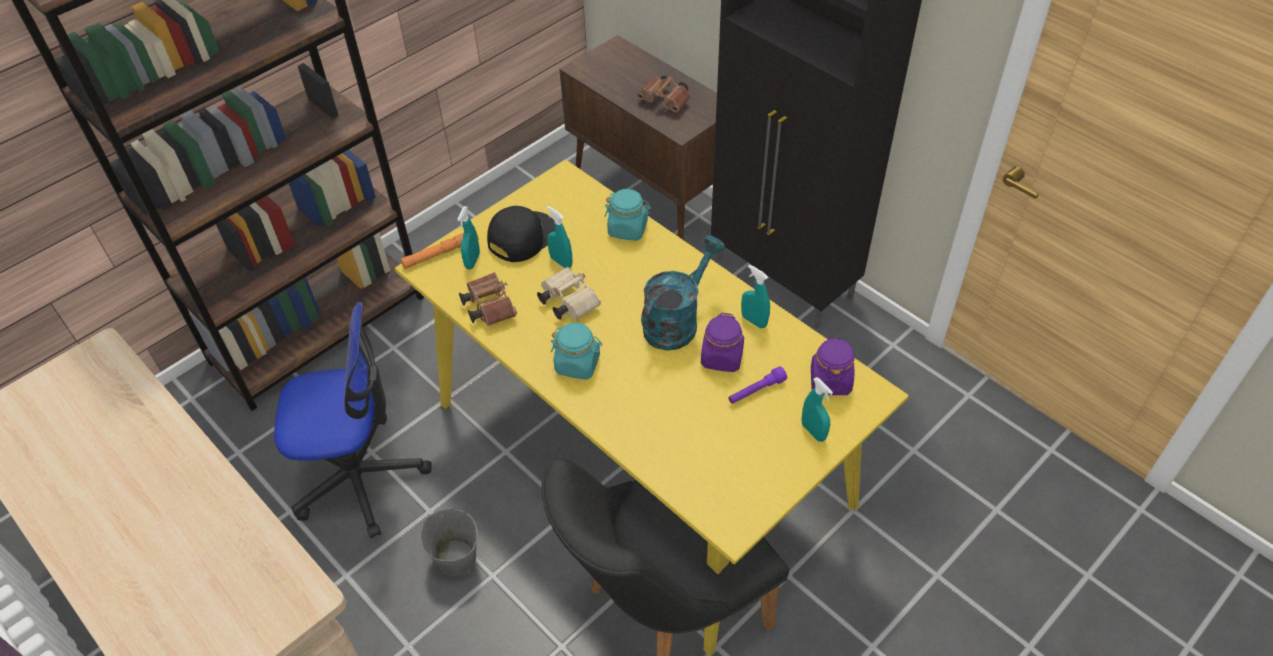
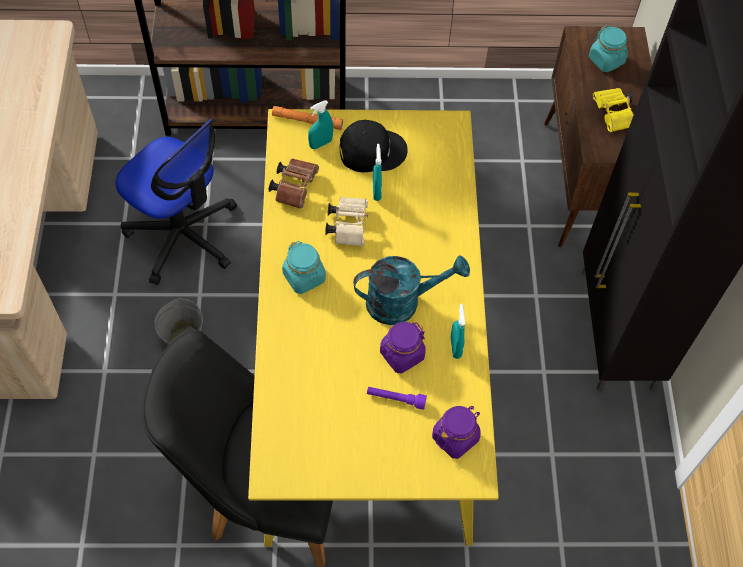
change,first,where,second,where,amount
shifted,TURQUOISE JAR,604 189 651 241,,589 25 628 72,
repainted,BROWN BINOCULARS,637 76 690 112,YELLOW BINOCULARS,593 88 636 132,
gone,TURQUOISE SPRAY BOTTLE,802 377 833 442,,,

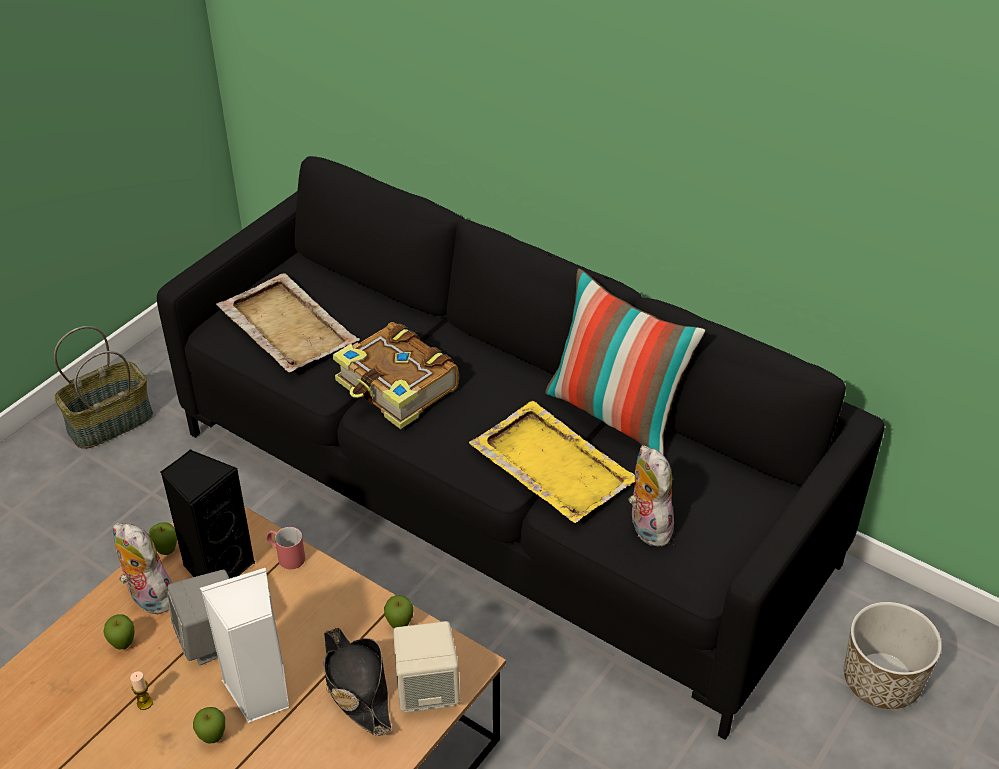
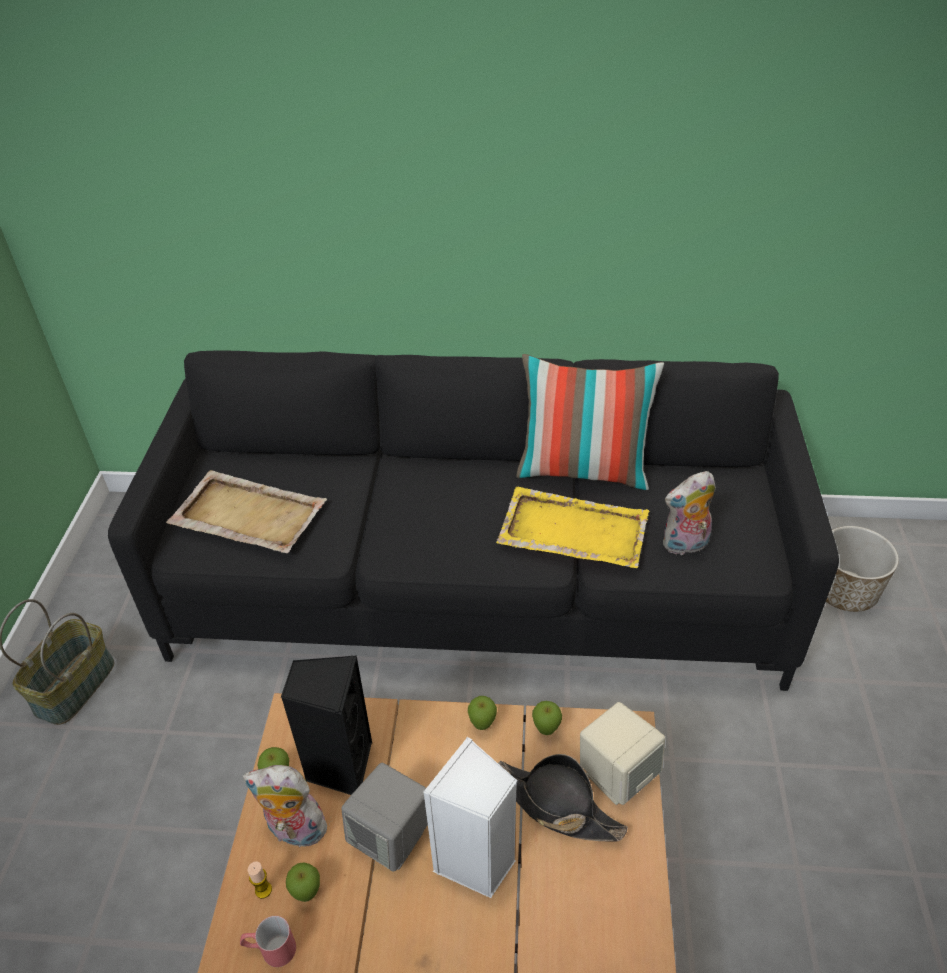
change,first,where,second,where,amount
shifted,CANDLE,130 671 153 710,,248 861 272 899,
shifted,APPLE,193 707 225 744,,468 696 497 730,
shifted,RED MUG,266 527 305 570,,240 916 296 967,
gone,BOOK,333 322 459 429,,,
rotated,PLUSH TOY,629 445 674 546,,663 471 716 555,60 degrees counterclockwise

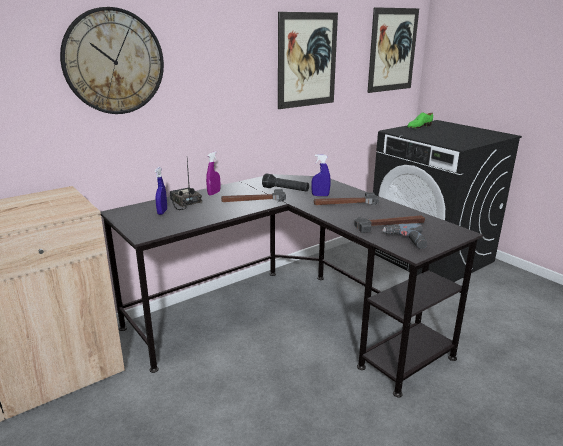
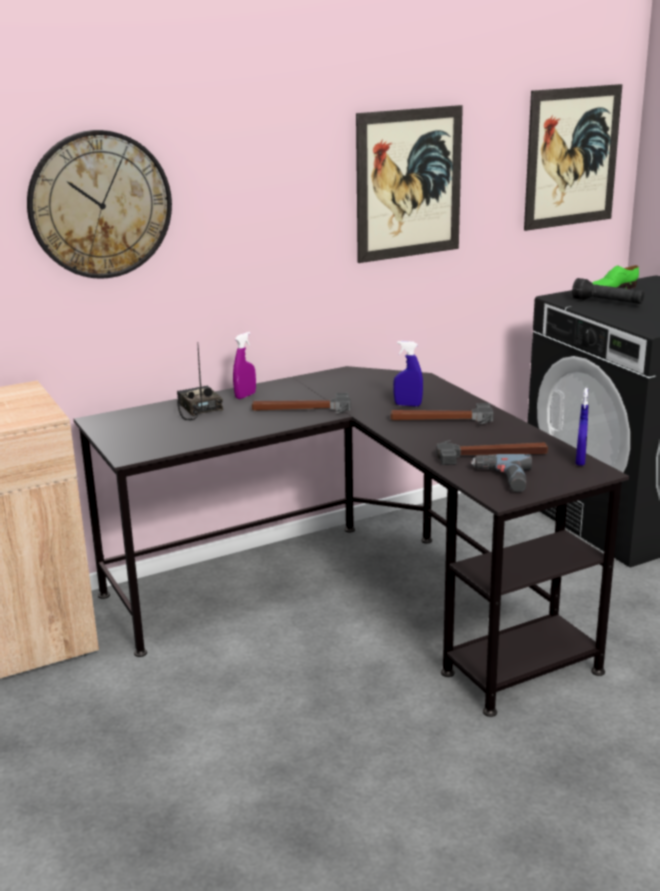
change,first,where,second,where,amount
shifted,BLUE SPRAY BOTTLE,155 167 167 215,,575 388 589 466,
shifted,BLACK FLASHLIGHT,262 174 309 192,,572 278 645 304,

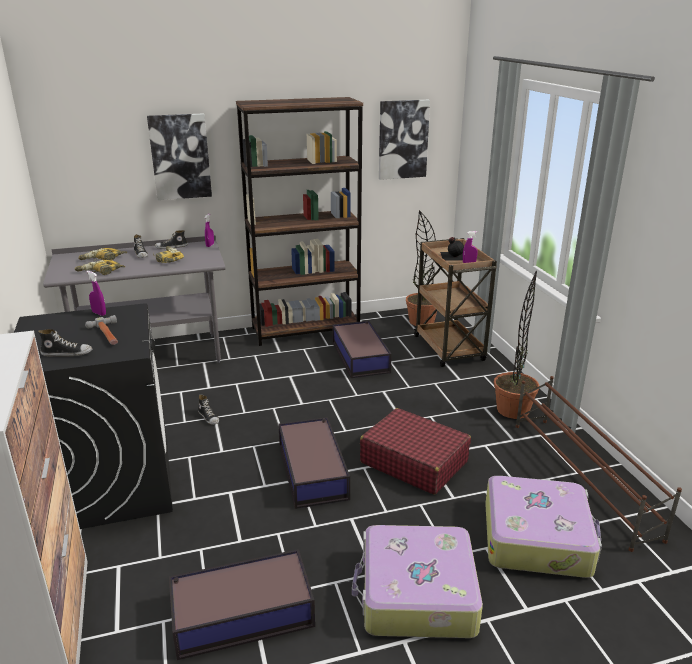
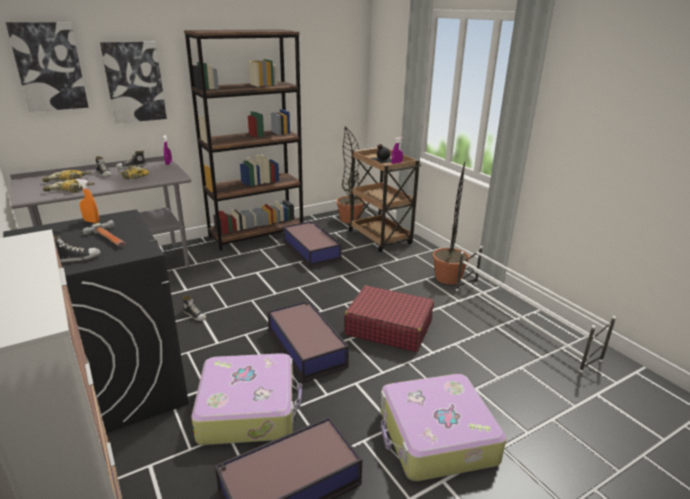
change,first,where,second,where,amount
repainted,PURPLE SPRAY BOTTLE,87 271 106 316,ORANGE SPRAY BOTTLE,76 179 99 223,
shifted,PICTURE,379 100 430 180,,6 22 89 112,
shifted,SUITCASE,485 476 602 578,,191 353 302 445,
repainted,BROWN SHOE RACK,516 376 682 552,WHITE SHOE RACK,456 246 616 373,

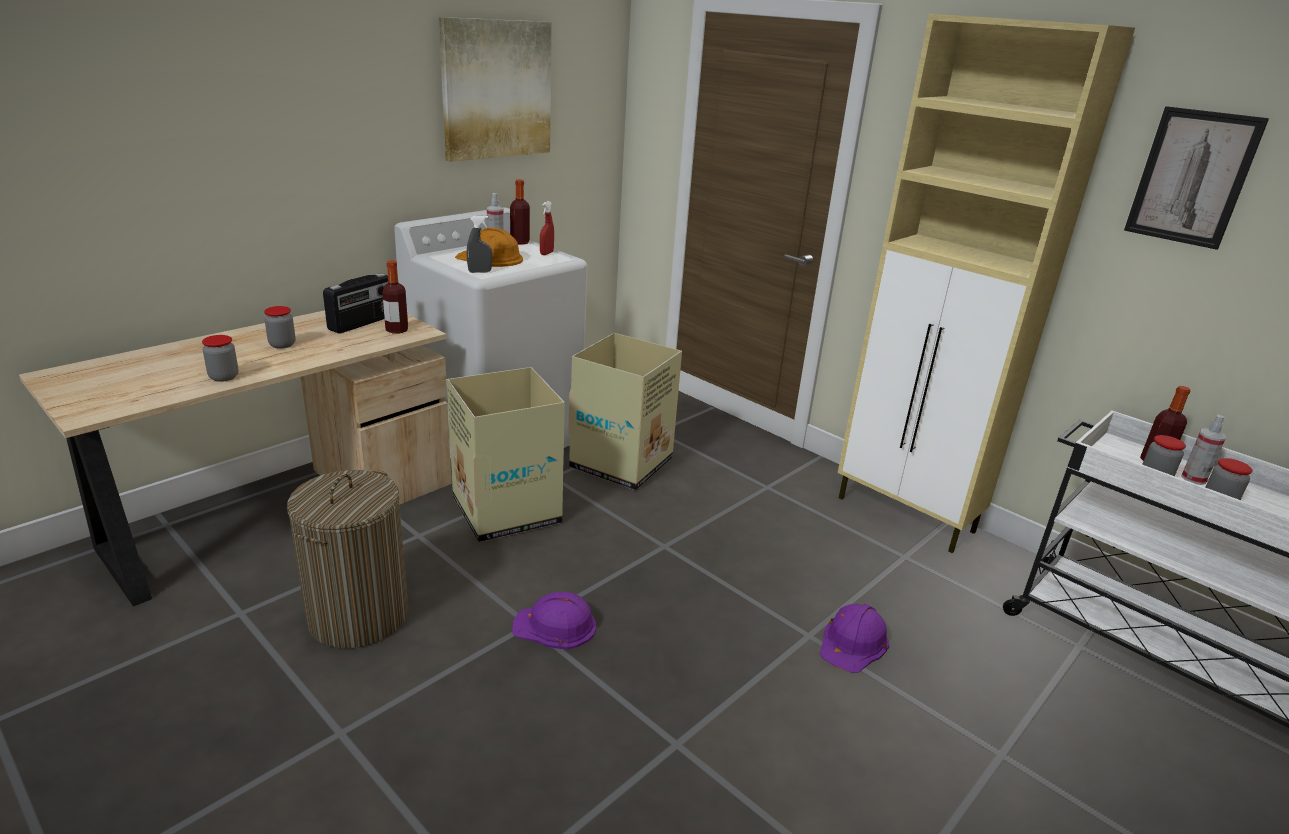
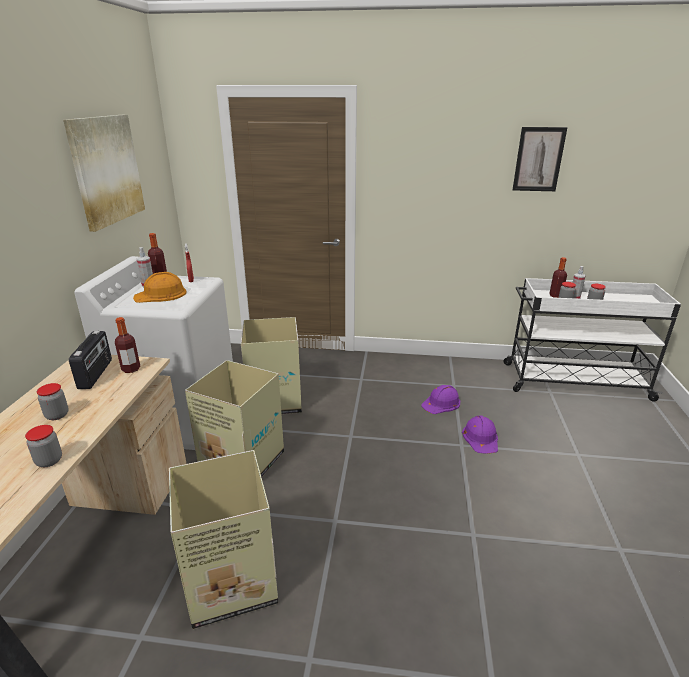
change,first,where,second,where,amount
swapped,LAUNDRY BASKET,287 470 408 648,CARDBOARD BOX,169 450 278 629,
gone,GREY SPRAY BOTTLE,467 216 492 273,,,
shifted,PURPLE HARD HAT,512 592 596 650,,421 385 460 414,
gone,BEIGE CABINET,838 14 1135 553,,,

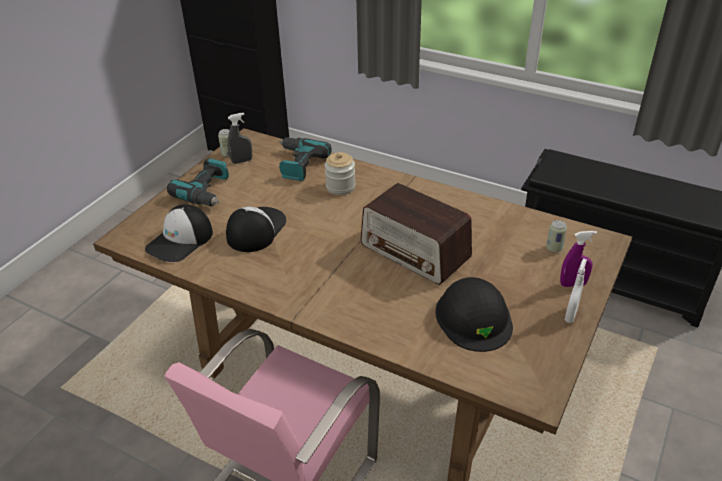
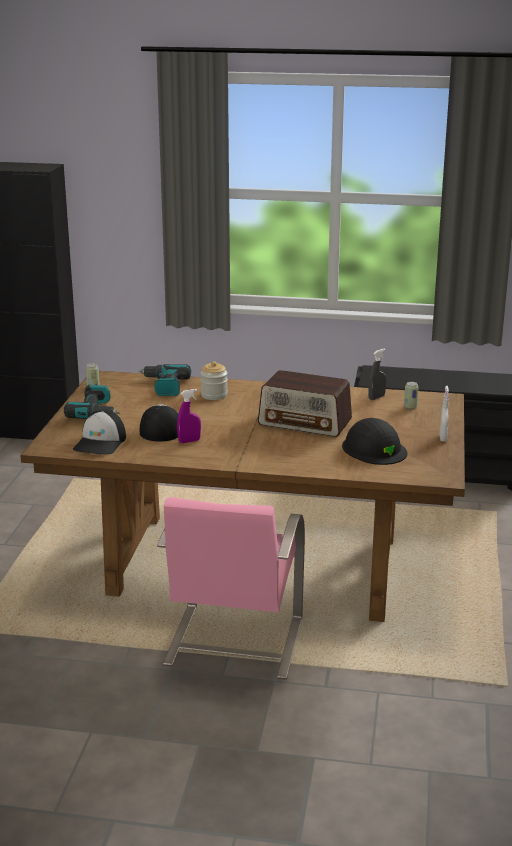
change,first,where,second,where,amount
shifted,GREY SPRAY BOTTLE,228 113 252 164,,368 348 386 400,
shifted,PURPLE SPRAY BOTTLE,560 231 597 287,,177 389 201 443,

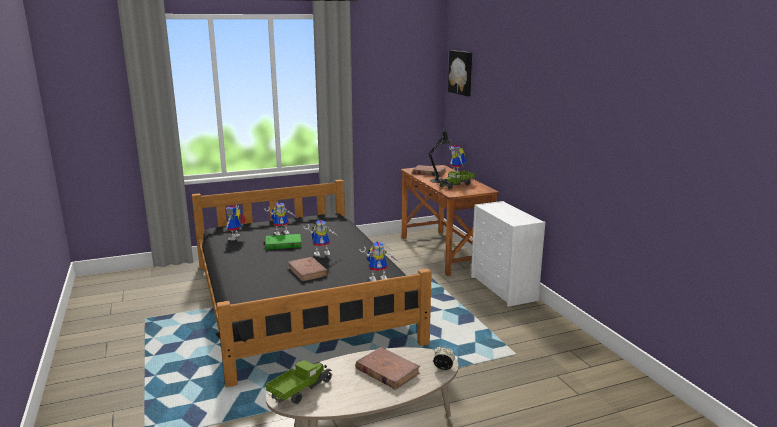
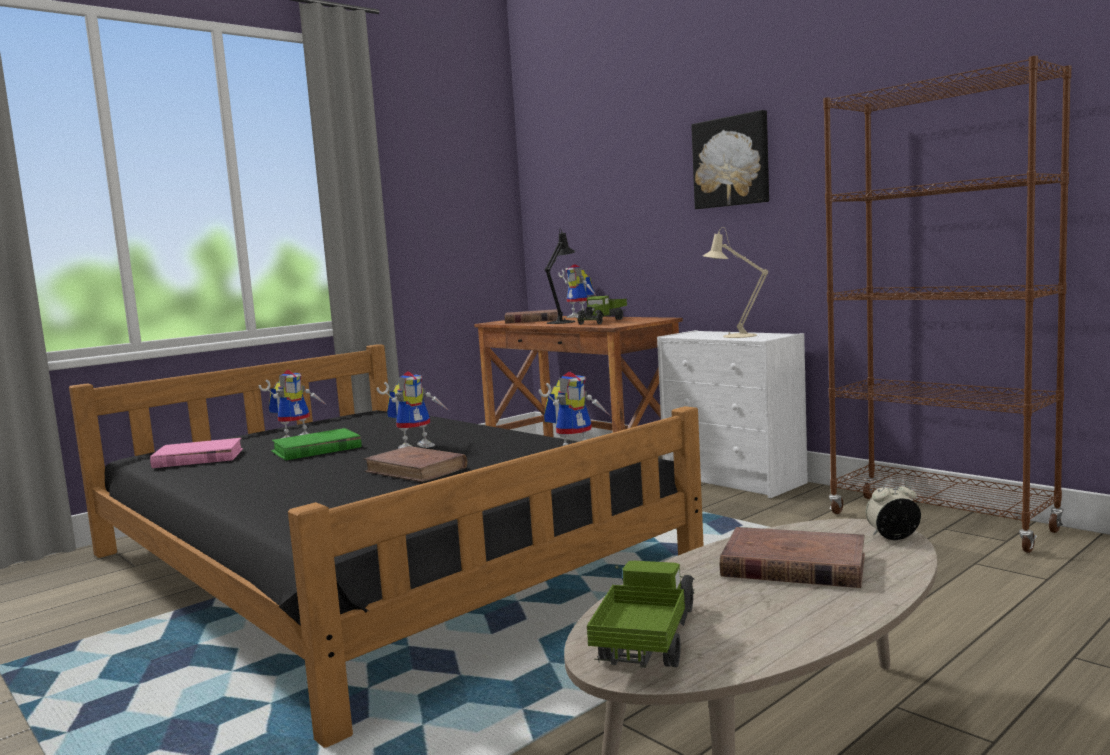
change,first,where,second,where,amount
swapped,TOY ROBOT,226 205 246 240,PINK BOOK,150 438 243 468,
shifted,PICTURE,448 50 472 96,,691 110 769 209,
new,,,BEIGE TABLE LAMP,703 227 768 338,
new,,,BROWN BOOKCASE,823 56 1071 553,

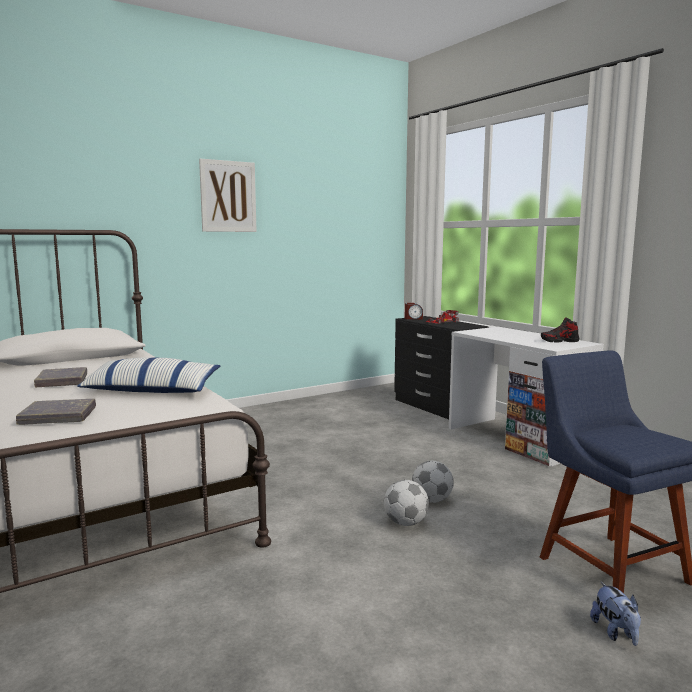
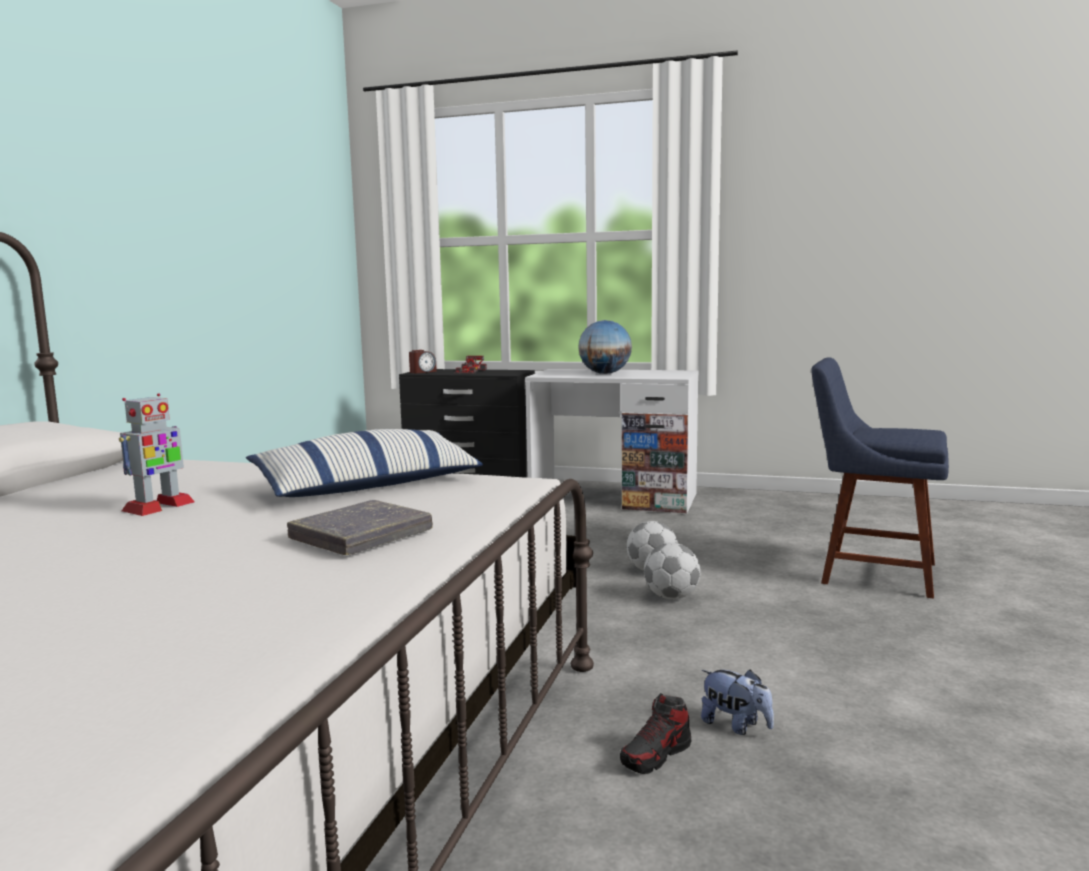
change,first,where,second,where,amount
swapped,GREY BOOK,34 367 87 387,TOY ROBOT,119 393 195 516,
gone,PICTURE,199 159 257 232,,,
shifted,SHOE,541 317 579 343,,620 693 691 774,
shifted,PLUSH TOY,590 581 641 646,,701 669 774 735,
new,,,GLOBE,578 320 632 374,

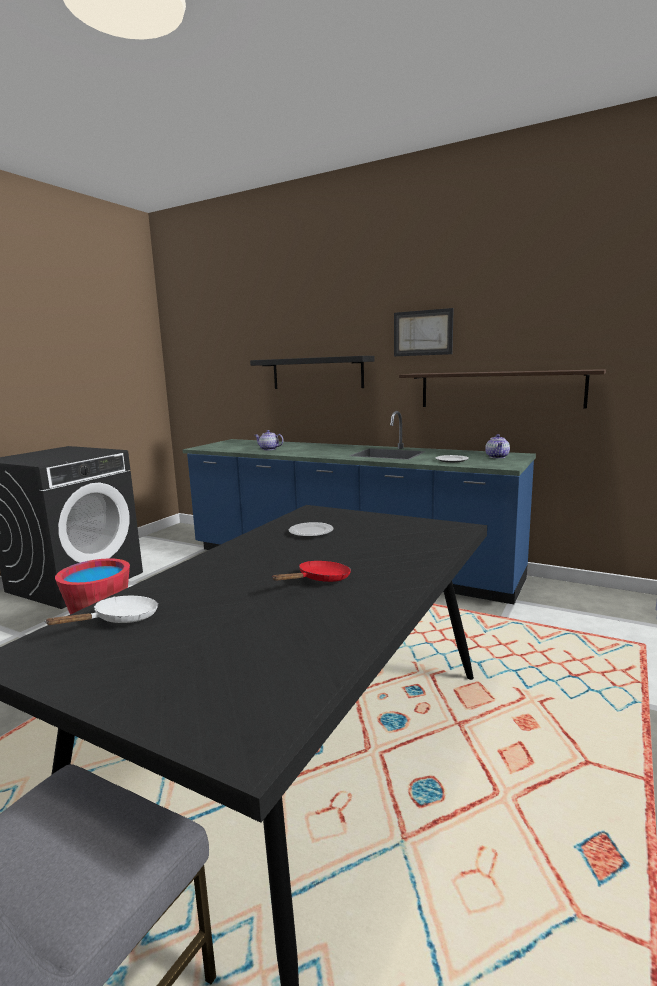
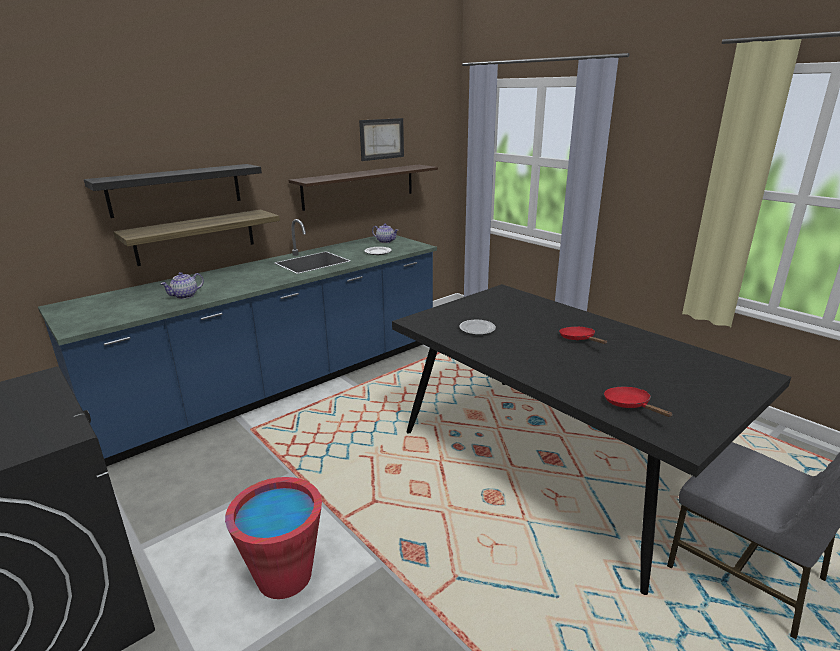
change,first,where,second,where,amount
repainted,WHITE FRYING PAN,44 596 158 625,RED FRYING PAN,604 387 673 417,
shifted,PICTURE,394 308 454 356,,359 118 404 161,
new,,,SHELF,113 209 280 266,

